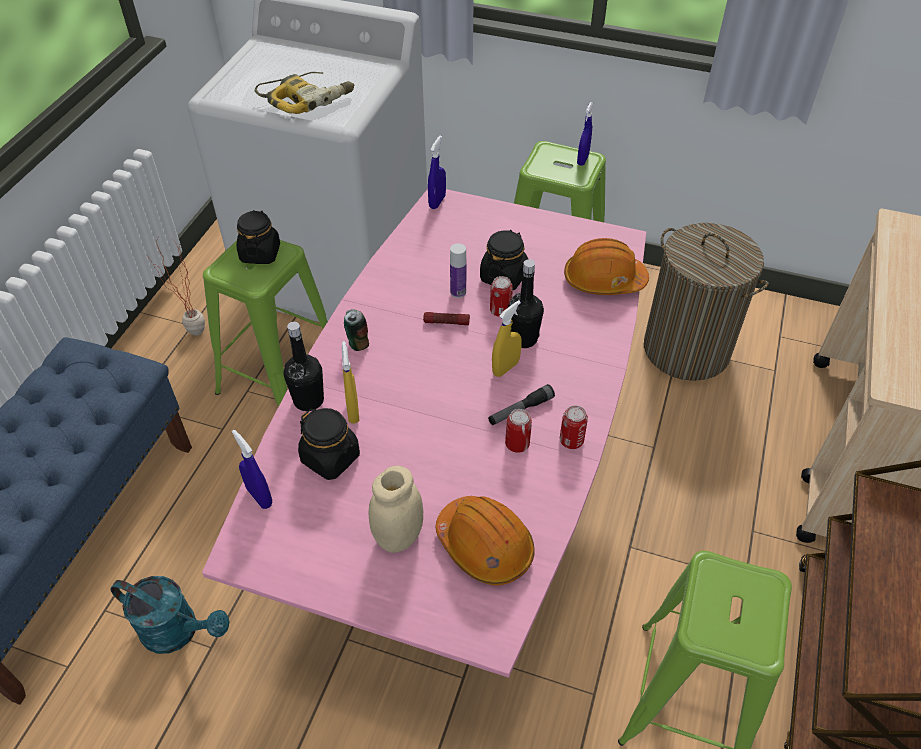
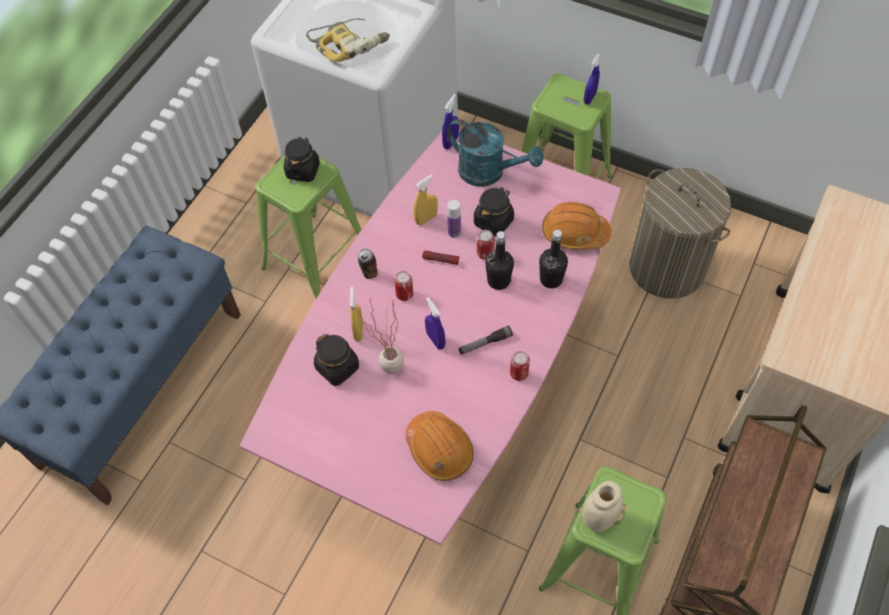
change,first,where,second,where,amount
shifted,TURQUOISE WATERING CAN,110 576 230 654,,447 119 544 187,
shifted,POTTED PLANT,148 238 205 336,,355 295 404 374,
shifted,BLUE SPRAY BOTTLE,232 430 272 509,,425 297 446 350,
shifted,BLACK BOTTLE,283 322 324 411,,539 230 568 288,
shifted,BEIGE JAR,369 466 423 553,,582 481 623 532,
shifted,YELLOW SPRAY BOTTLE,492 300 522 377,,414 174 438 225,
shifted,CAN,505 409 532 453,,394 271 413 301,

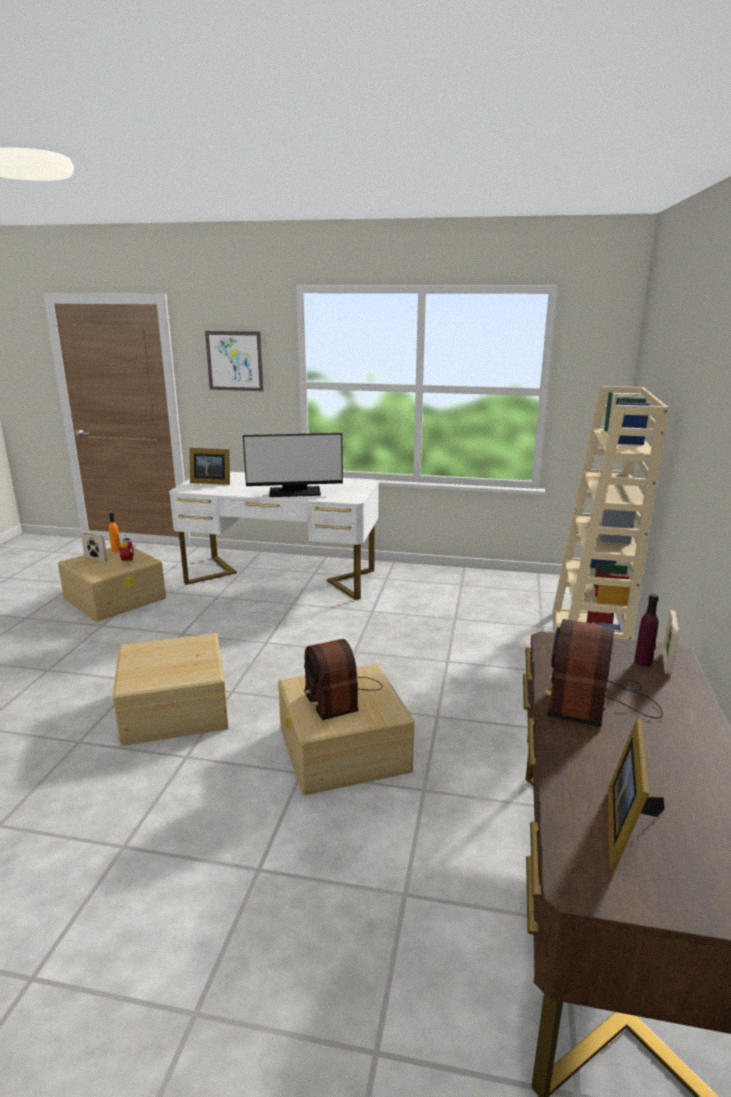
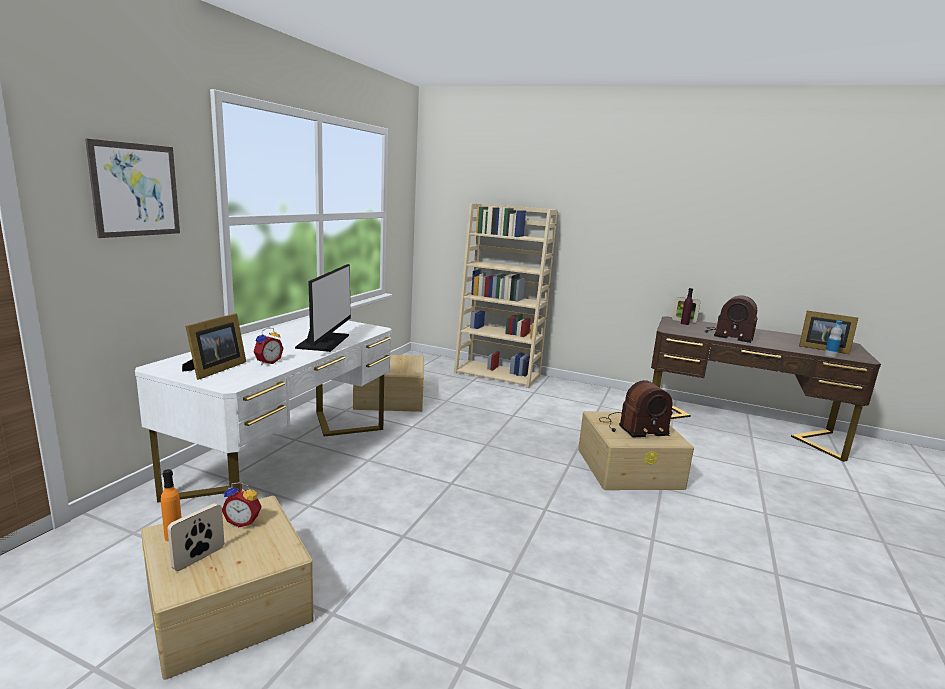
change,first,where,second,where,amount
shifted,BEIGE STORAGE BOX,113 633 229 746,,353 355 424 412,
new,,,ALARM CLOCK,254 328 284 365,
new,,,BOTTLE,824 321 842 357,

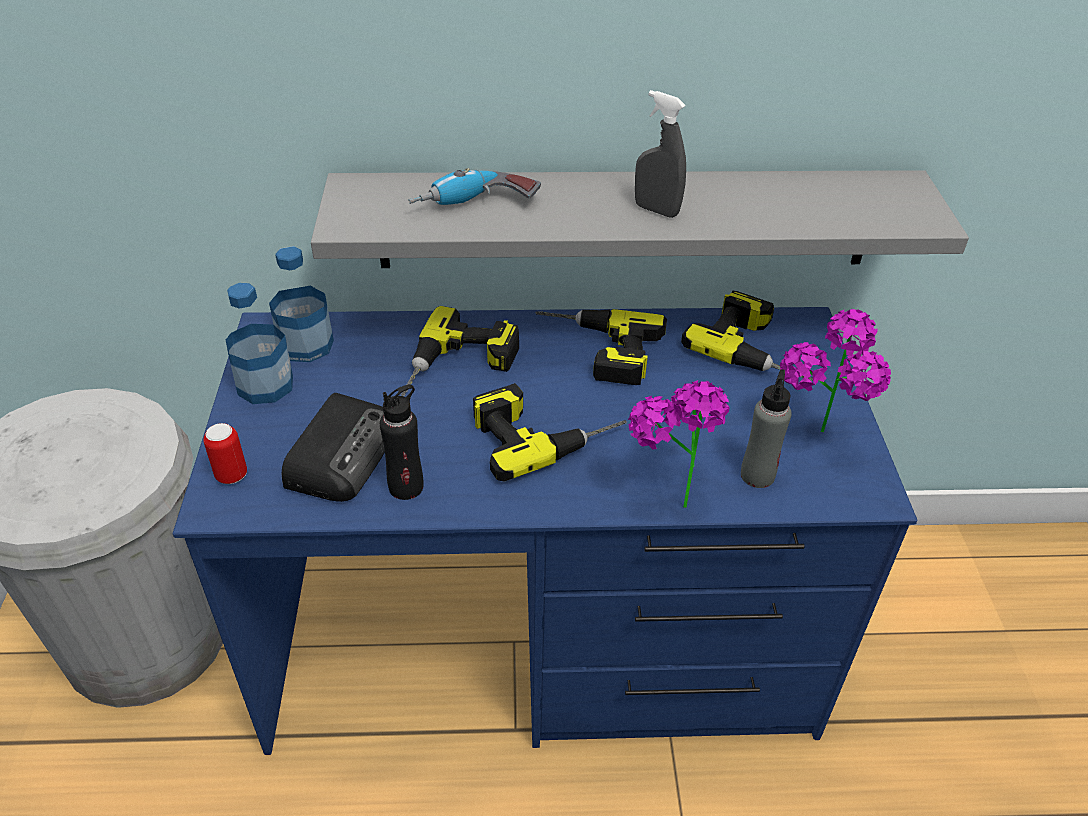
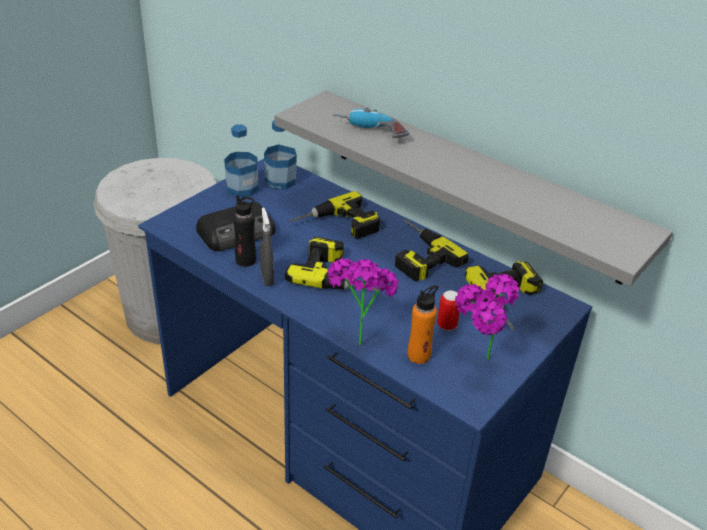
change,first,where,second,where,amount
shifted,CAN,203 423 247 484,,437 290 460 331,
shifted,GREY SPRAY BOTTLE,635 90 686 218,,260 208 274 286,
repainted,GREY BOTTLE,741 369 792 488,ORANGE BOTTLE,407 285 438 364,

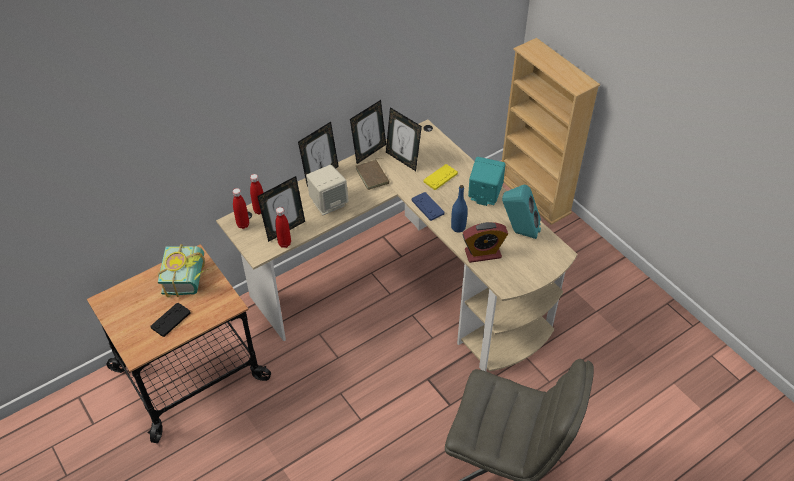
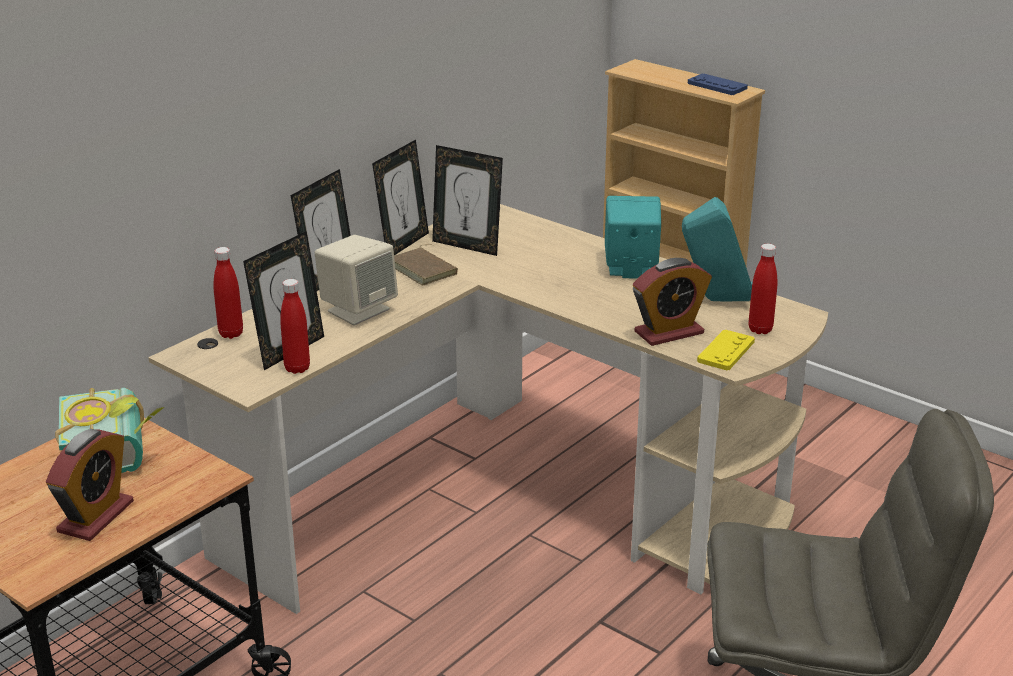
change,first,where,second,where,amount
swapped,BLACK GAME CONTROLLER,151 303 190 337,ALARM CLOCK,46 429 134 541,
shifted,RED BOTTLE,233 188 249 229,,748 244 777 334,
shifted,BLUE GAME CONTROLLER,412 192 444 221,,688 74 748 95,
shifted,YELLOW GAME CONTROLLER,424 164 458 190,,697 330 755 370,
gone,BLUE BOTTLE,451 185 468 232,,,

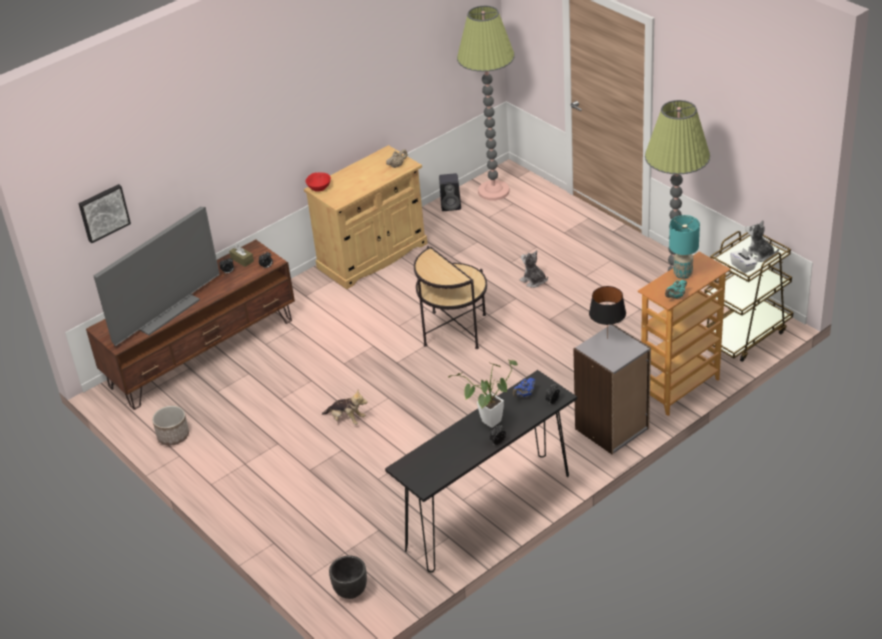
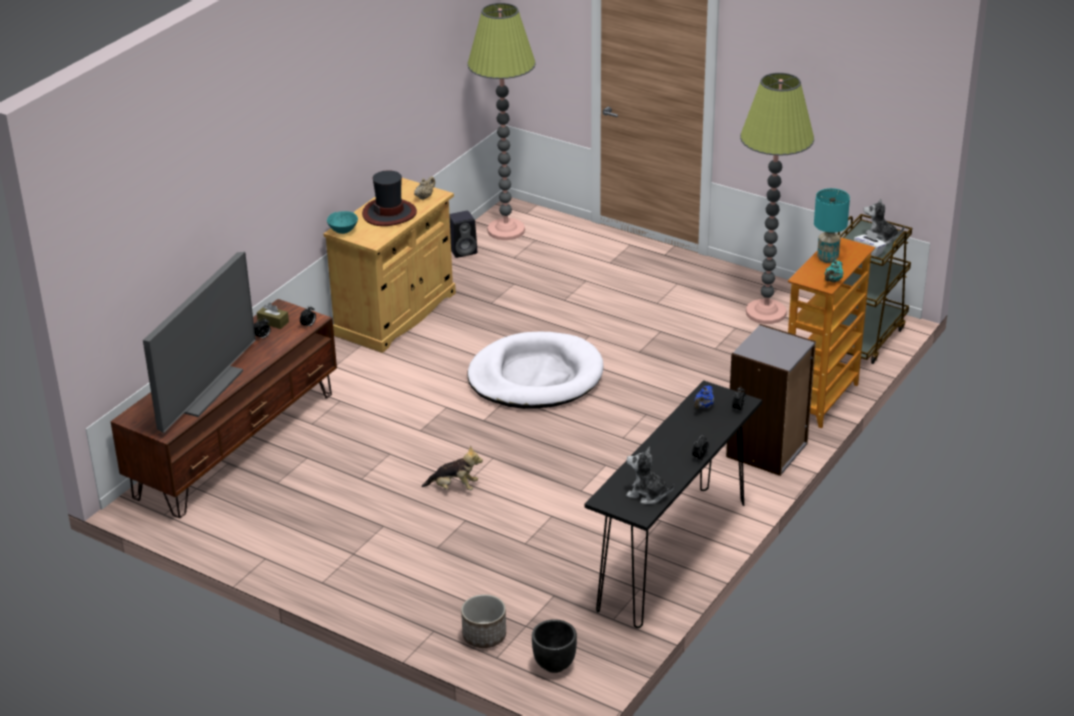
change,first,where,second,where,amount
gone,PICTURE,79 184 131 243,,,
shifted,PLANTER,152 406 189 445,,461 594 506 648,
repainted,RED BOWL,305 172 331 192,TURQUOISE BOWL,327 211 358 234,
swapped,SIDE TABLE,414 246 487 349,WHITE DOG BED,467 332 603 409,
gone,POTTED PLANT,449 360 518 428,,,
shifted,PLUSH TOY,520 250 548 288,,626 447 675 504,
gone,BLACK TABLE LAMP,589 286 626 339,,,
new,,,HAT,362 170 417 226,

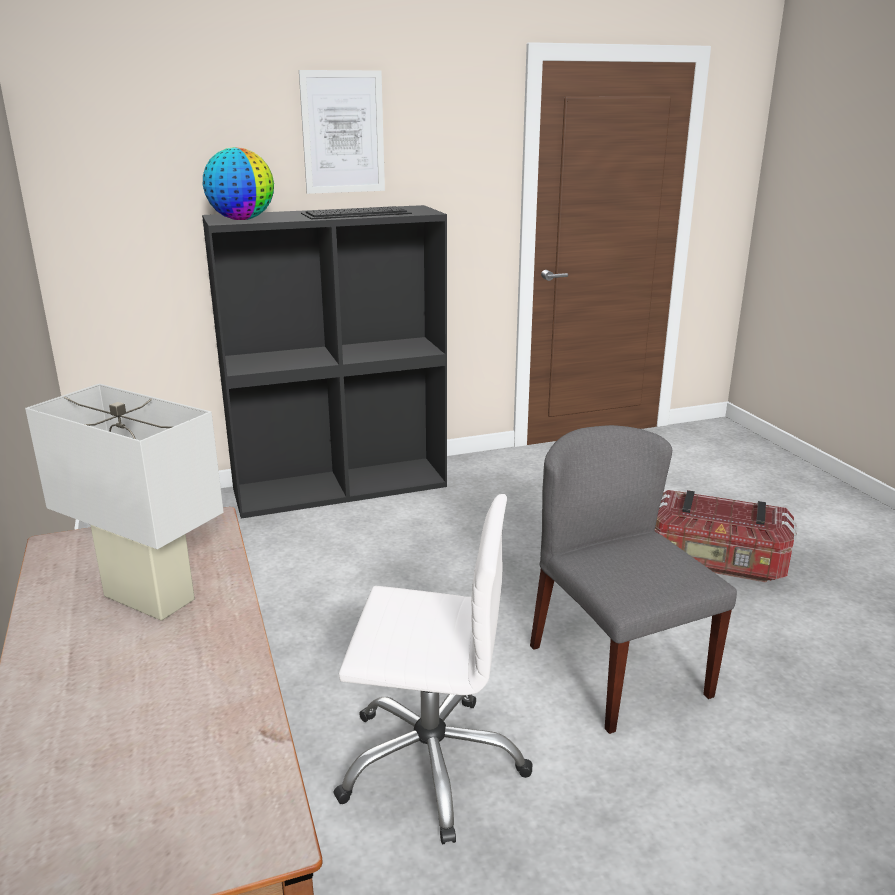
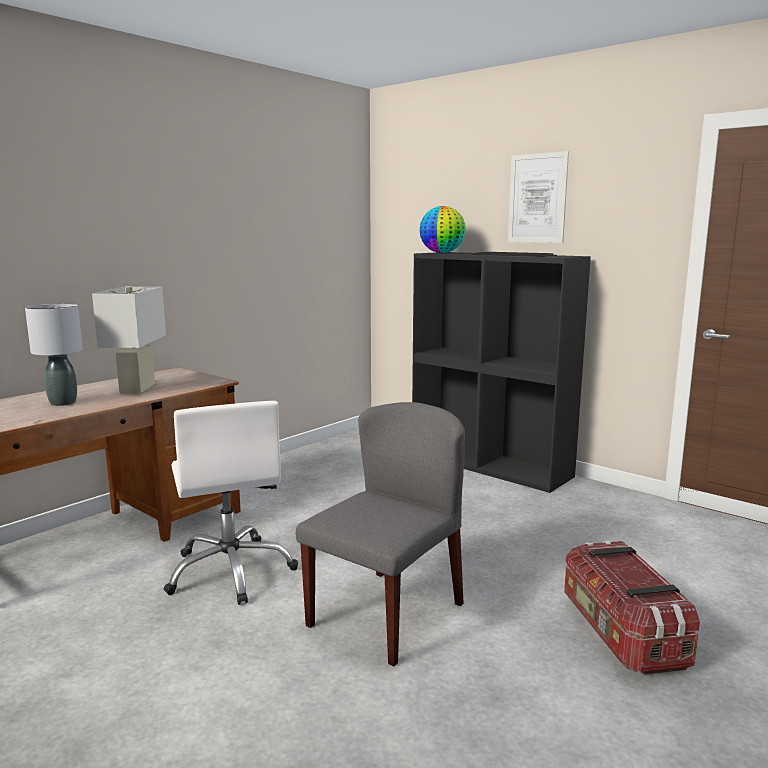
change,first,where,second,where,amount
new,,,GREY TABLE LAMP,25 304 83 406,

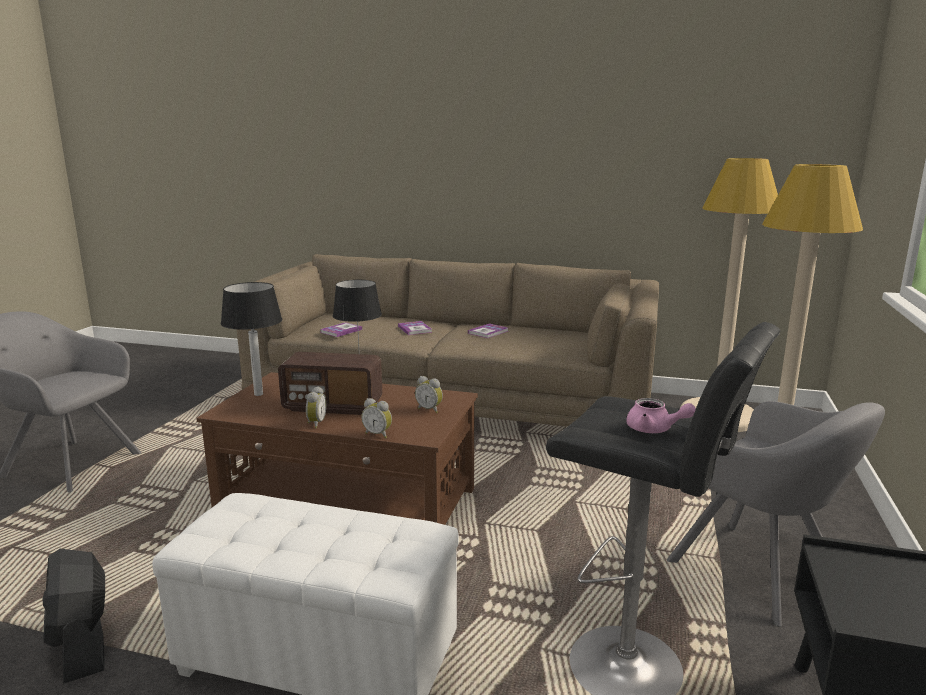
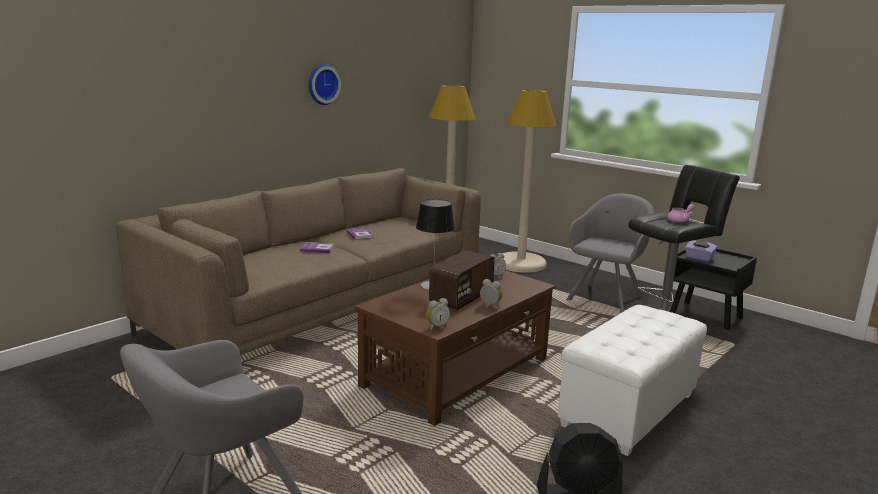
change,first,where,second,where,amount
gone,TABLE LAMP,221 282 282 396,,,
gone,BOOK,320 322 362 337,,,
shifted,ALARM CLOCK,361 398 392 439,,426 298 450 330,
rotated,GREY ARMCHAIR,667 401 885 627,,566 194 655 313,45 degrees counterclockwise
new,,,WALL CLOCK,308 64 341 105,
new,,,PURPLE TISSUE BOX,685 239 717 262,

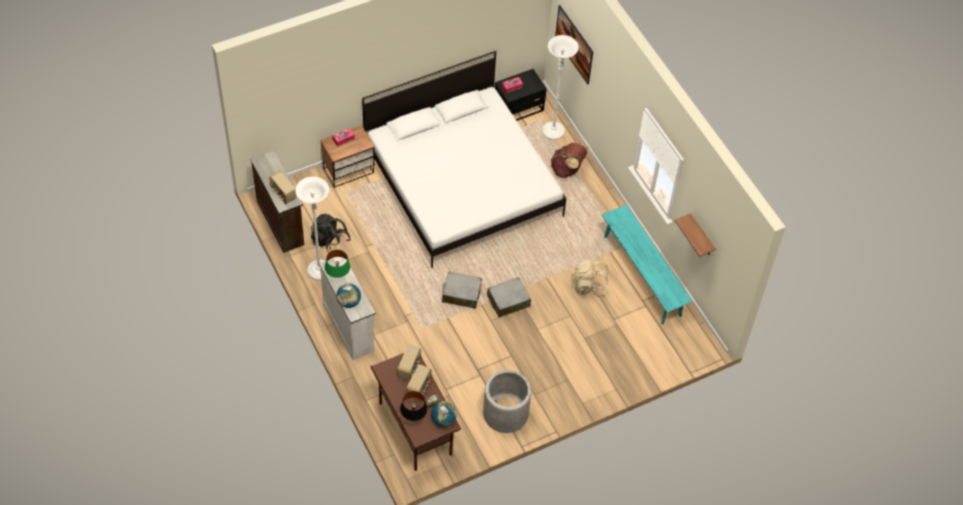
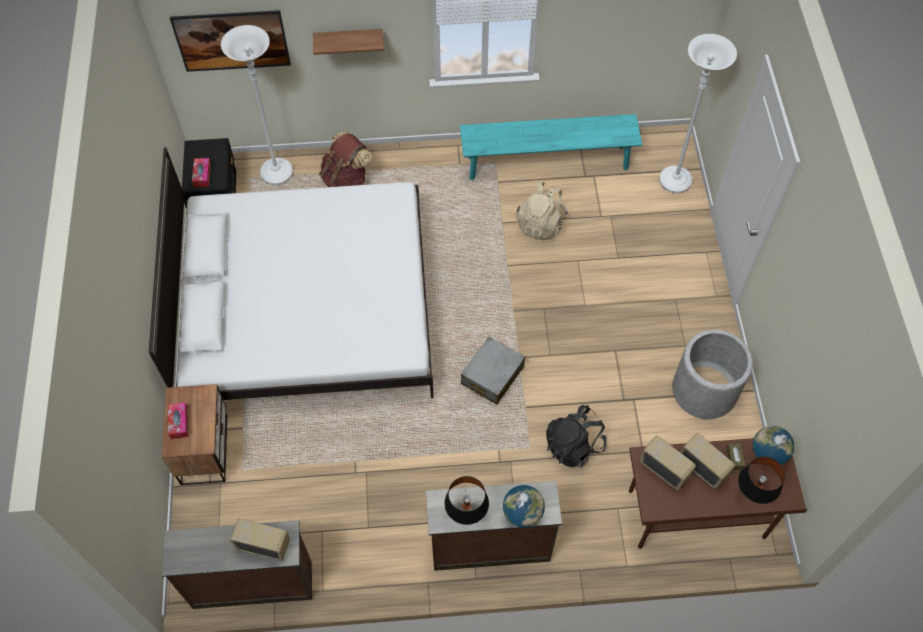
change,first,where,second,where,amount
rotated,RADIO,269 171 296 204,,230 519 290 561,150 degrees counterclockwise
shifted,WHITE FLOOR LAMP,296 177 329 281,,659 34 737 193,
shifted,BLACK BACKPACK,311 214 350 252,,546 405 607 467,
repainted,WHITE DRESSER,319 257 376 360,BROWN DRESSER,426 481 562 571,
repainted,GREEN TABLE LAMP,325 250 350 278,BLACK TABLE LAMP,445 476 489 525,
gone,GREY SUITCASE,487 277 531 317,,,
shifted,SHELF,674 213 716 257,,313 29 384 55,

